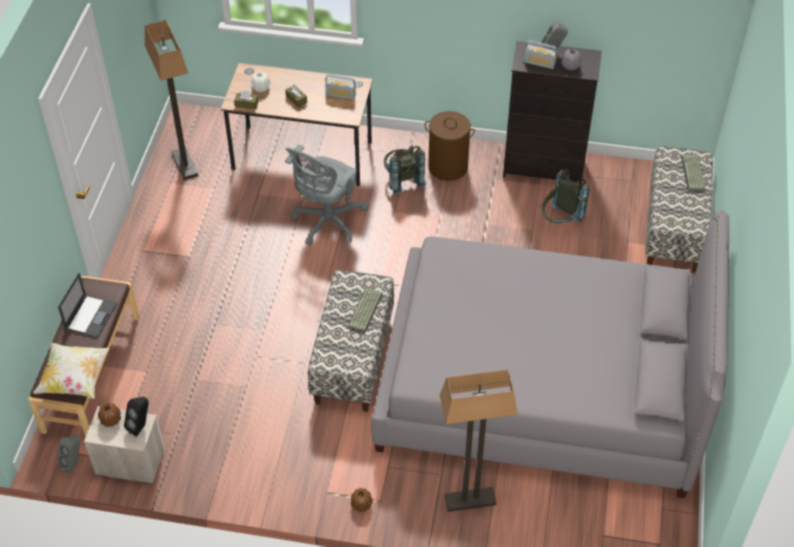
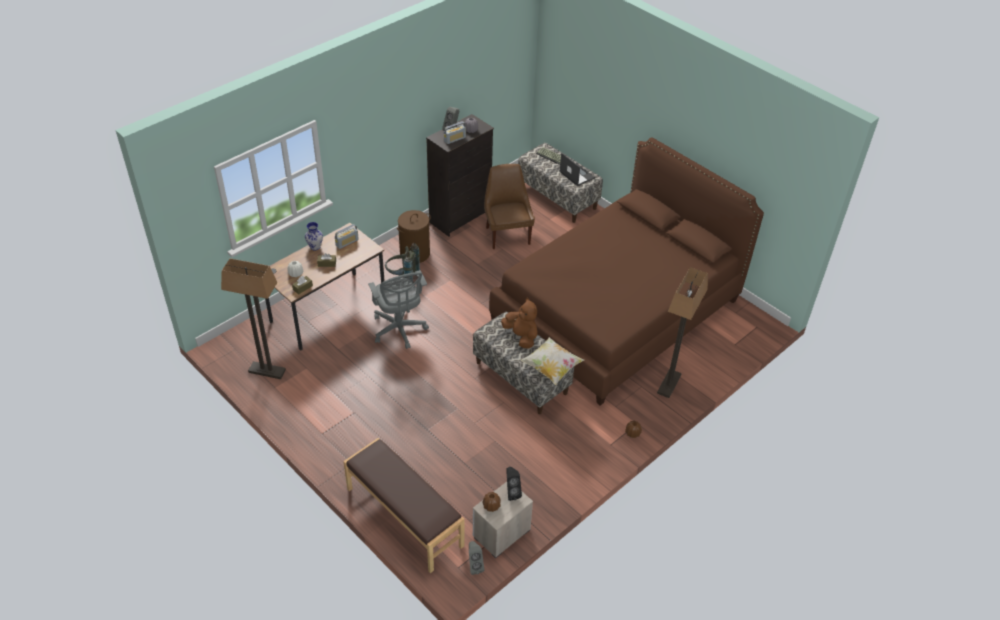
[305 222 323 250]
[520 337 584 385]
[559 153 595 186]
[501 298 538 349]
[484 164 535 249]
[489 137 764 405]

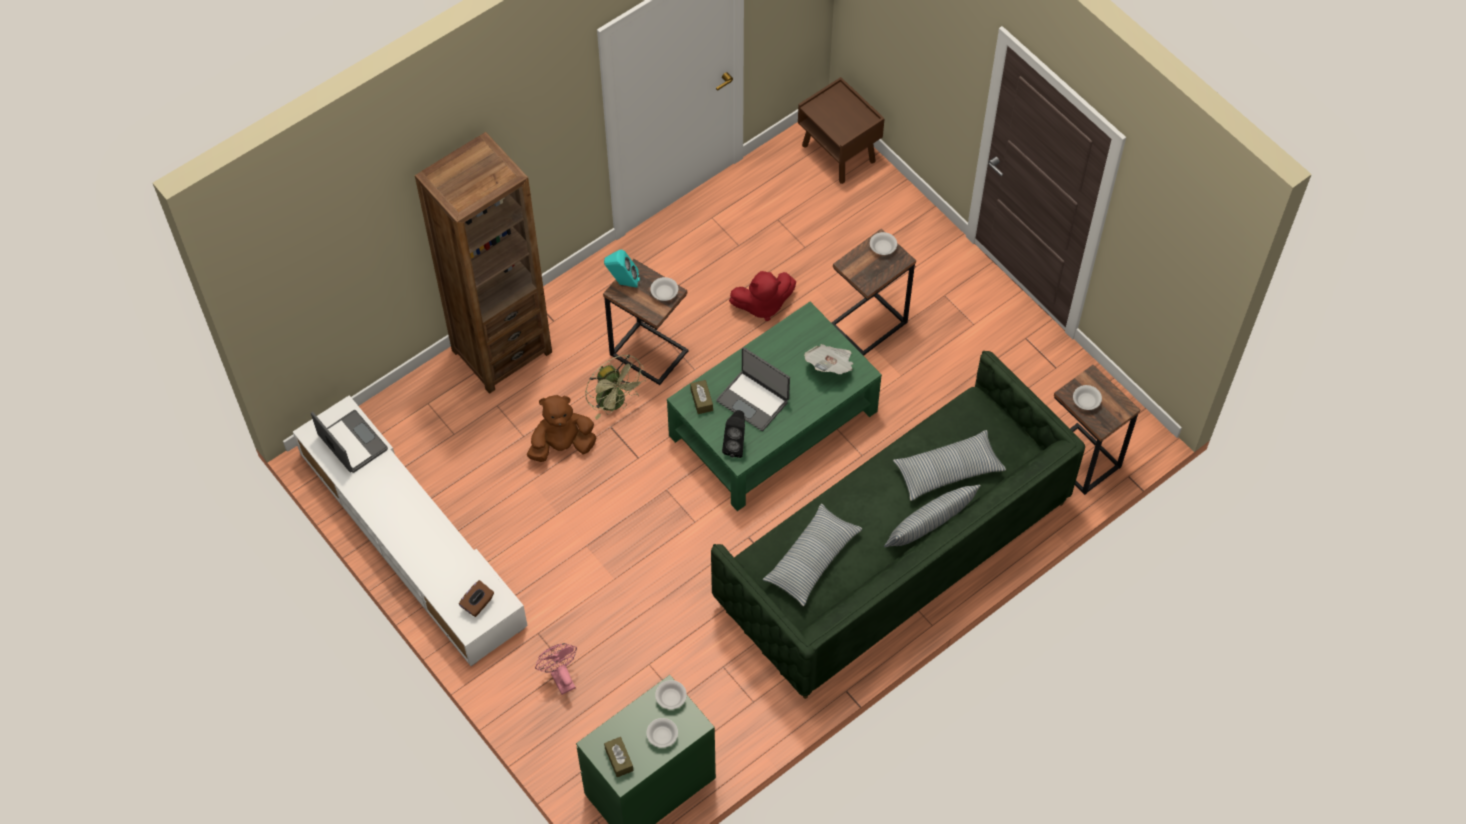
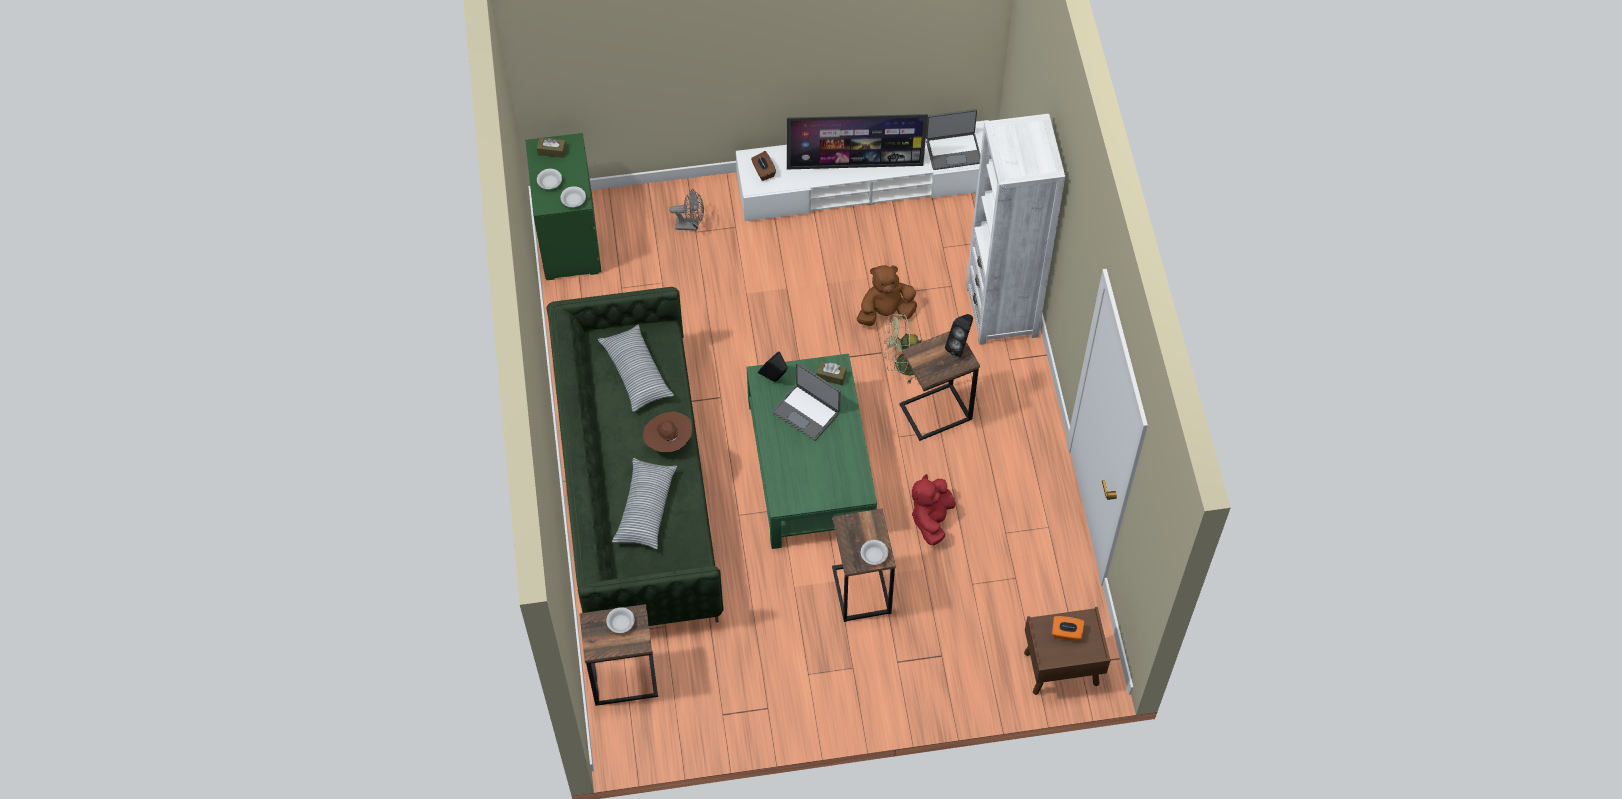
[650 277 678 301] (first image)
[804 344 853 374] (first image)
[884 485 981 547] (first image)
[643 411 692 452]
[787 114 928 169]
[1052 616 1084 641]
[966 114 1065 345]
[669 189 704 231]
[945 314 973 358]
[857 265 917 326]
[772 363 841 441]

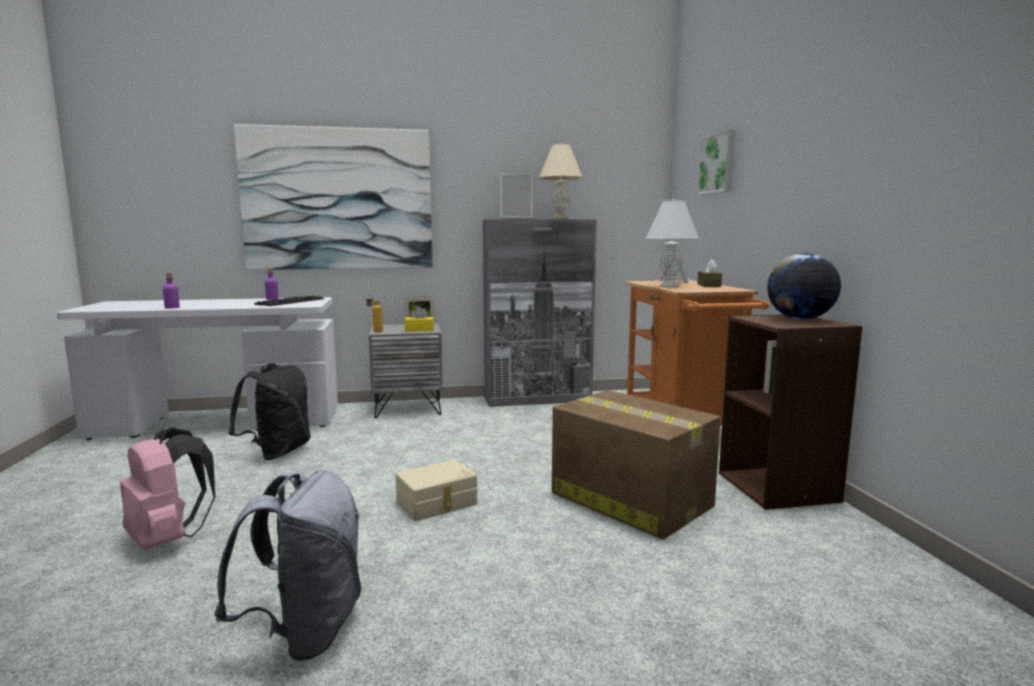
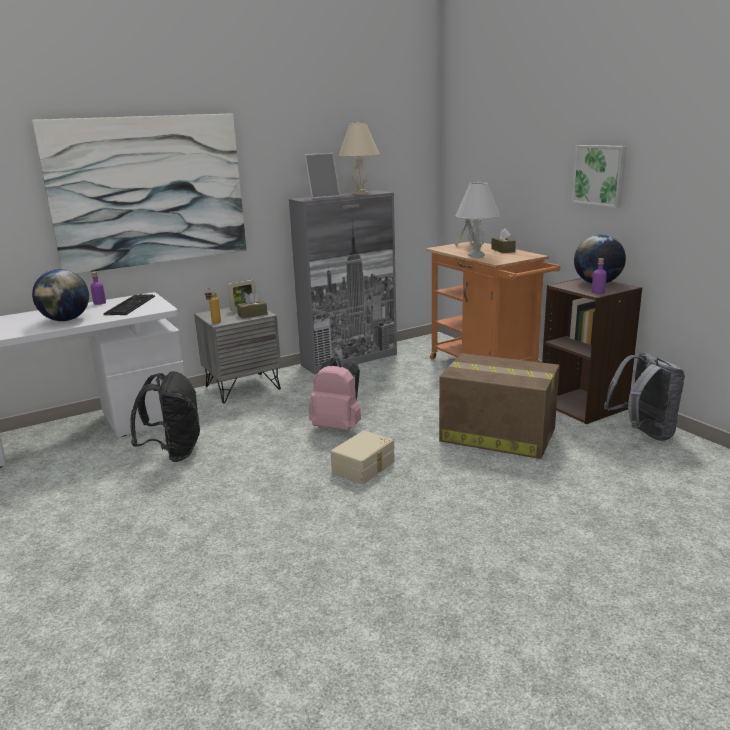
[32 269 89 321]
[309 358 361 431]
[592 258 607 294]
[604 353 685 441]
[572 145 627 208]
[237 293 268 319]

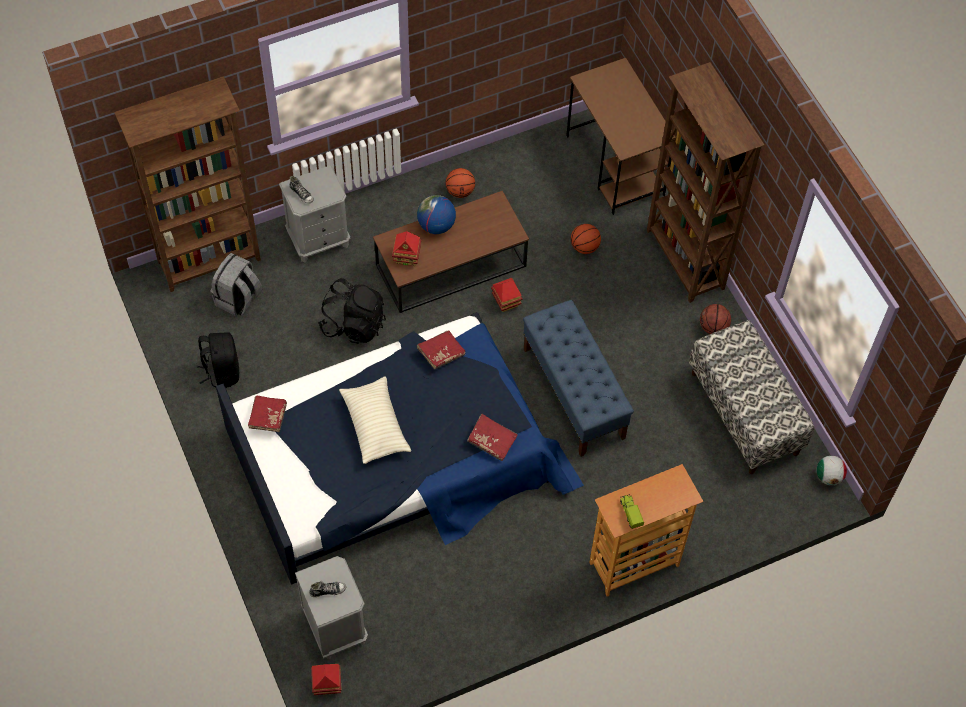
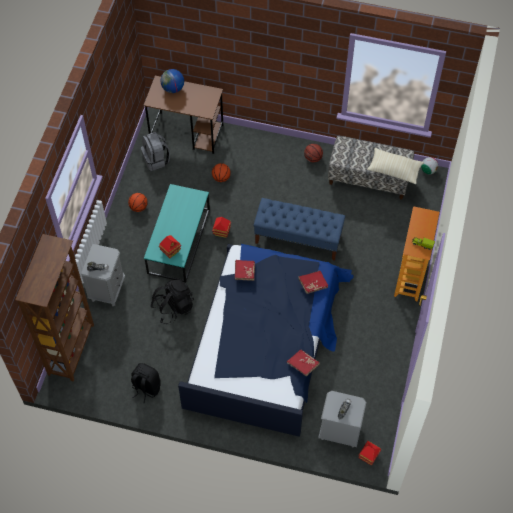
[647 62 764 303] (first image)
[141 132 170 171]
[287 350 320 377]
[367 148 424 184]
[160 69 184 93]
[144 184 210 282]

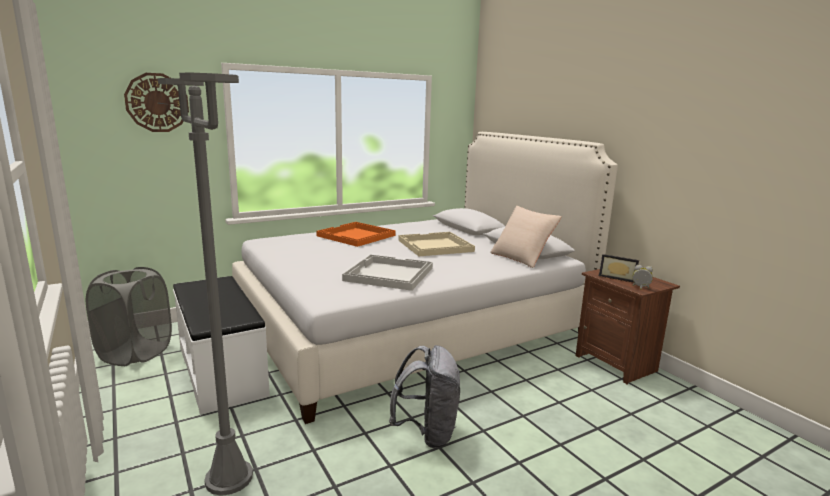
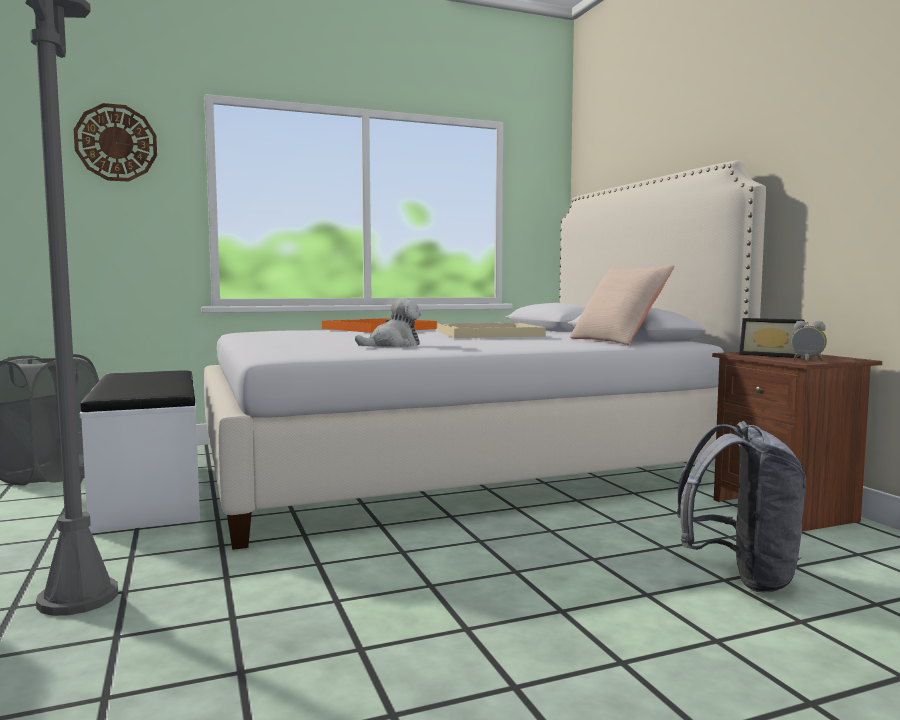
[677 421 806 593]
[355 298 421 347]

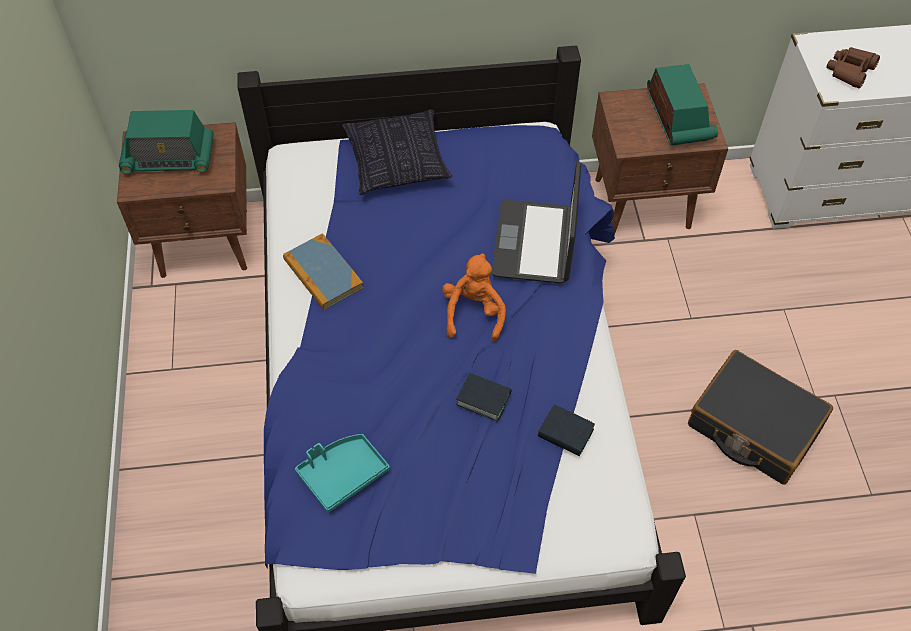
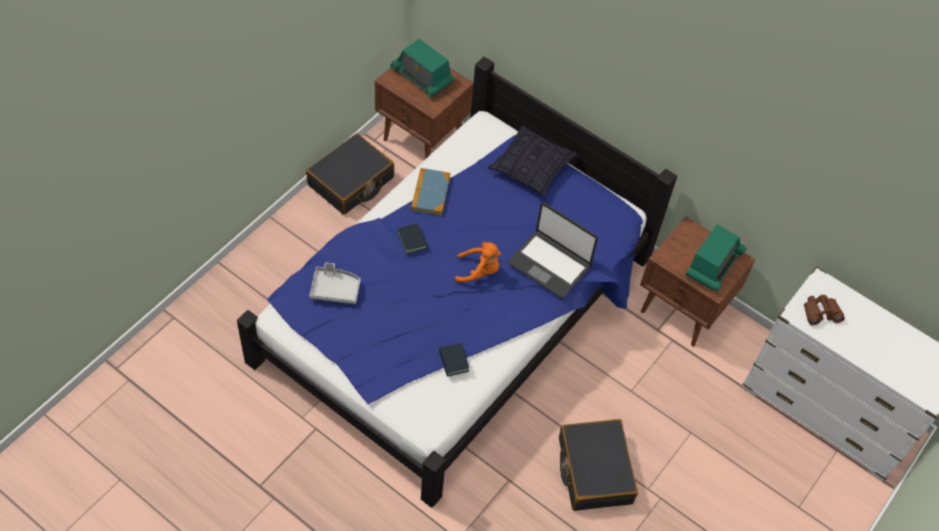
[306 133 394 215]
[398 223 428 255]
[309 263 360 304]
[455 242 501 283]
[508 202 598 298]

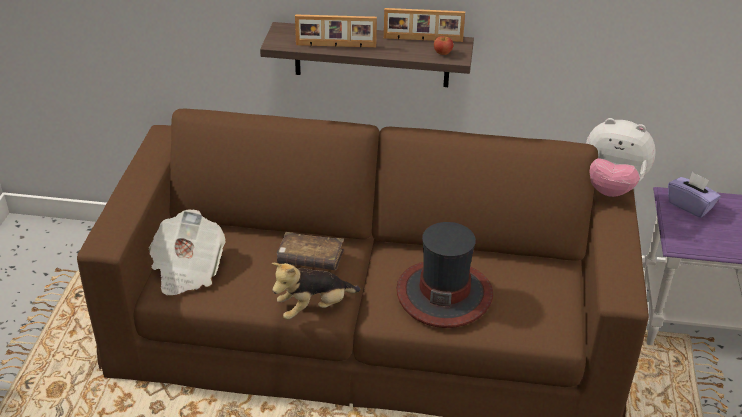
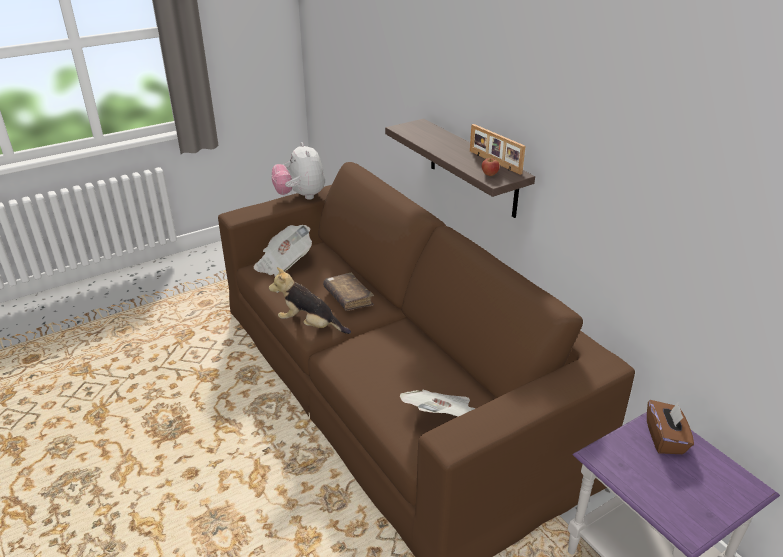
[295 14 377 47] (first image)
[397 222 493 328] (first image)
[400 390 475 417]
[272 142 325 200]
[647 400 694 454]

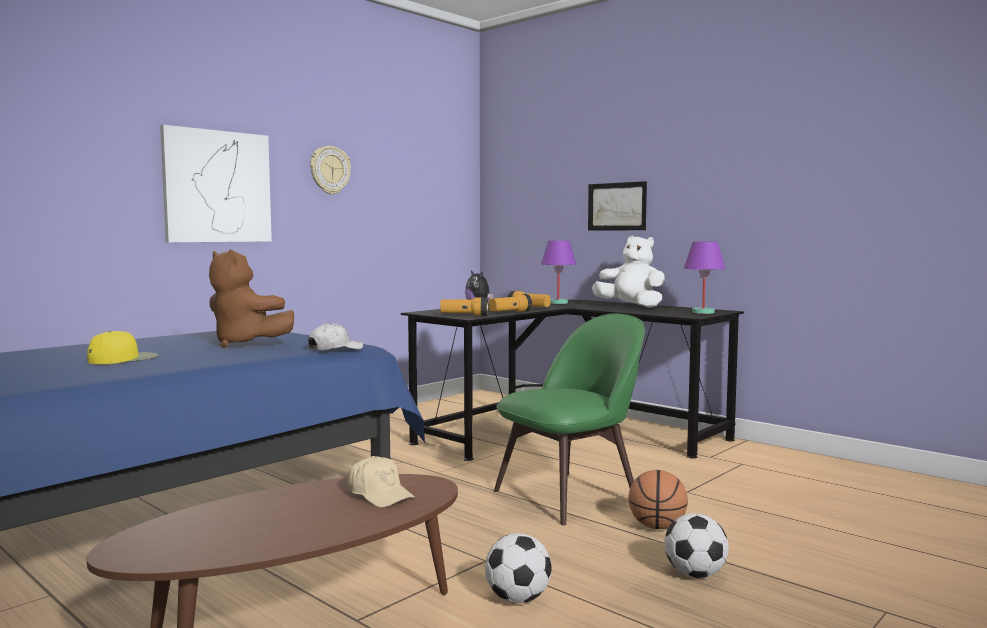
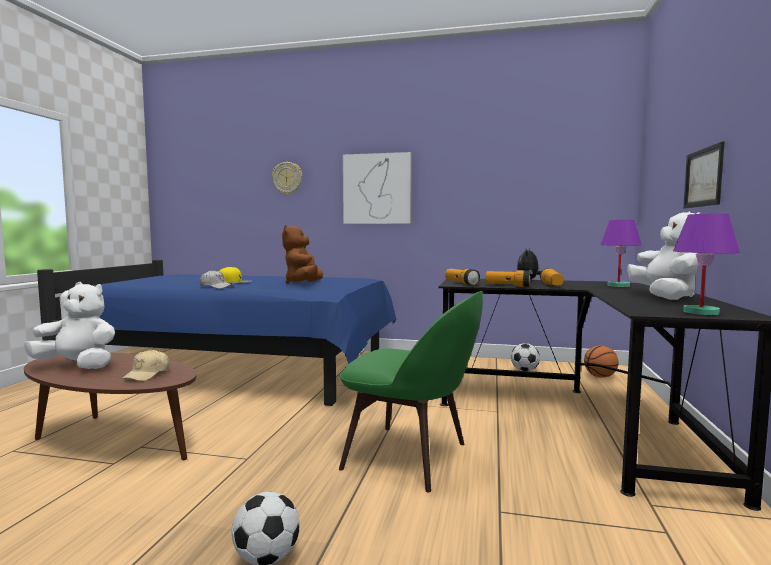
[24 282 115 369]
[199 270 234 289]
[272 162 302 195]
[511 343 540 371]
[584 345 619 377]

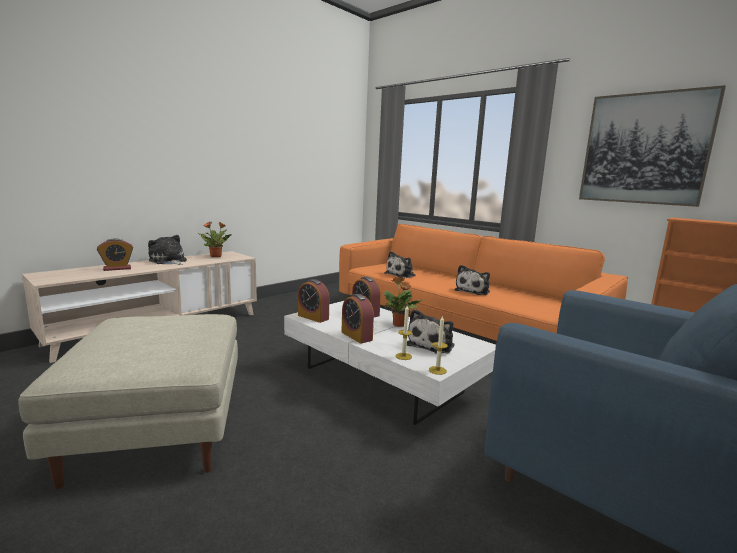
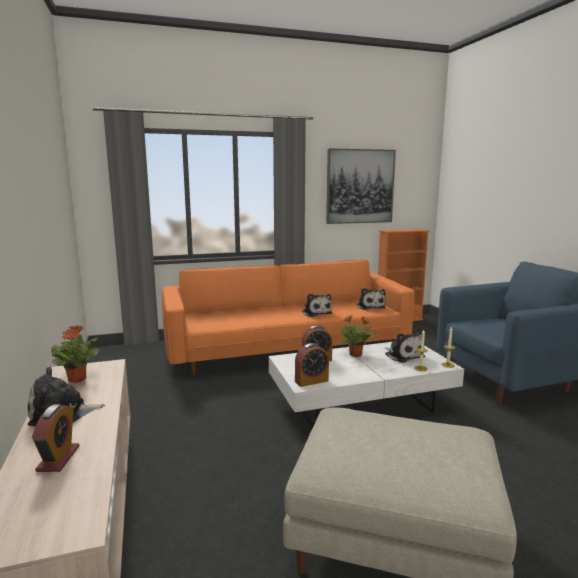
[341 294 374 344] (first image)
[356 288 386 310]

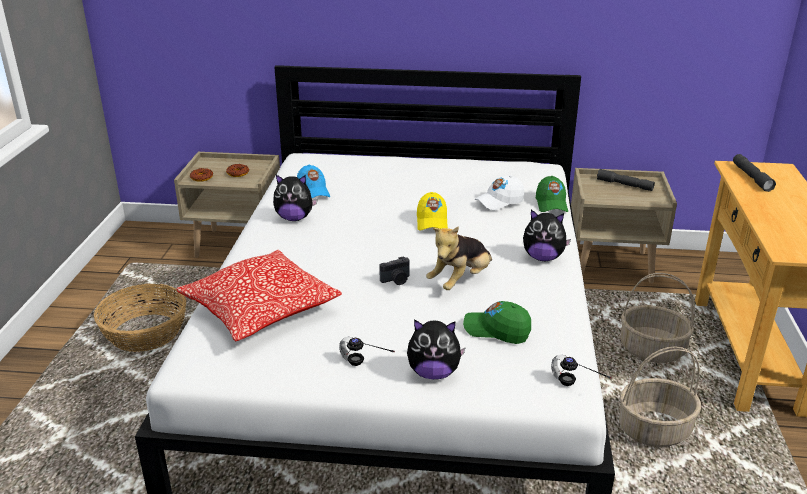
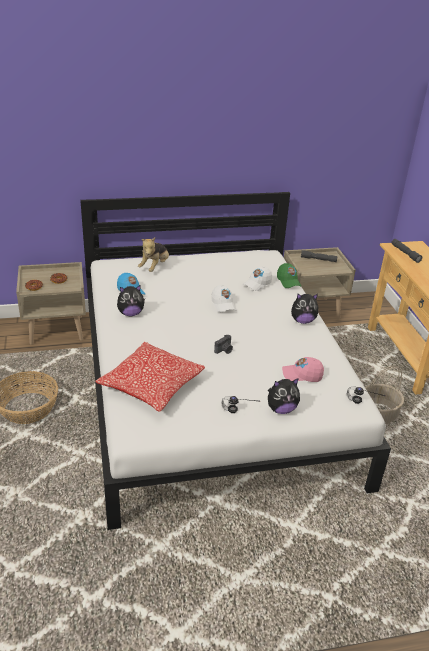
[621 273 695 363] (first image)
[138 237 169 272]
[212 285 237 312]
[282 357 324 382]

